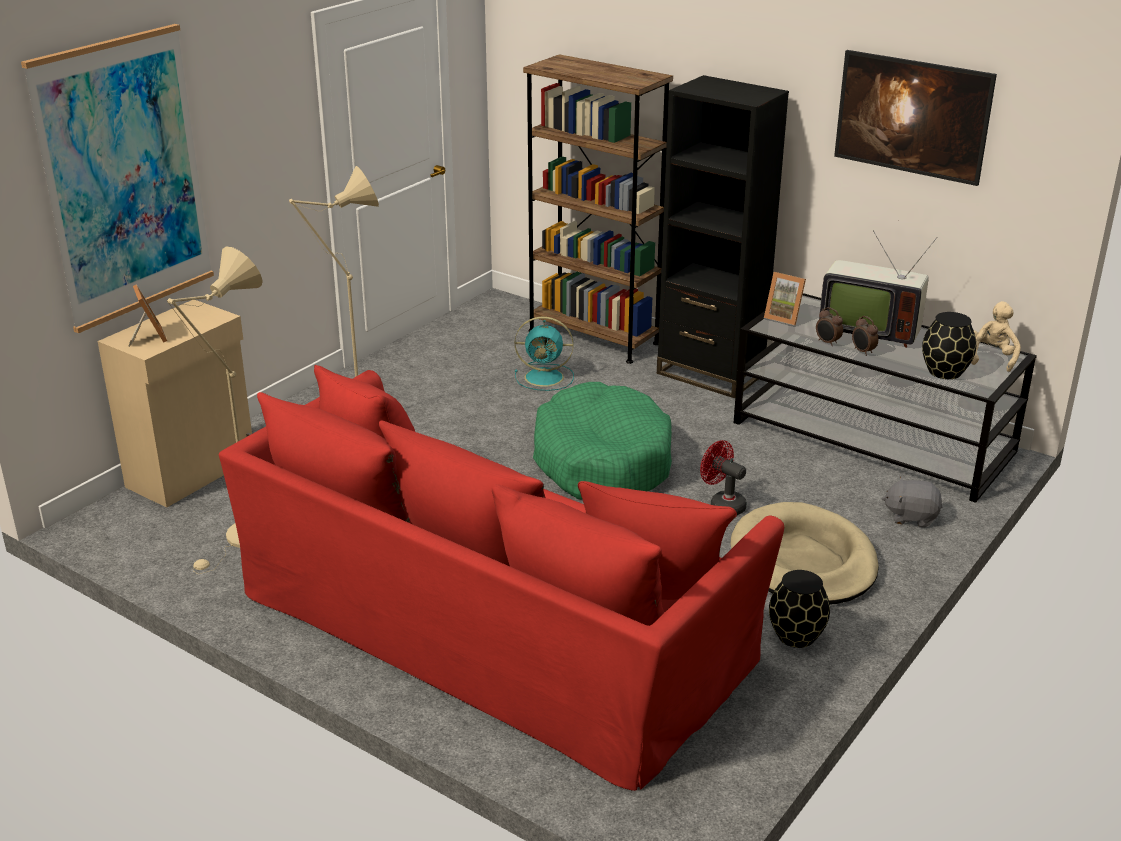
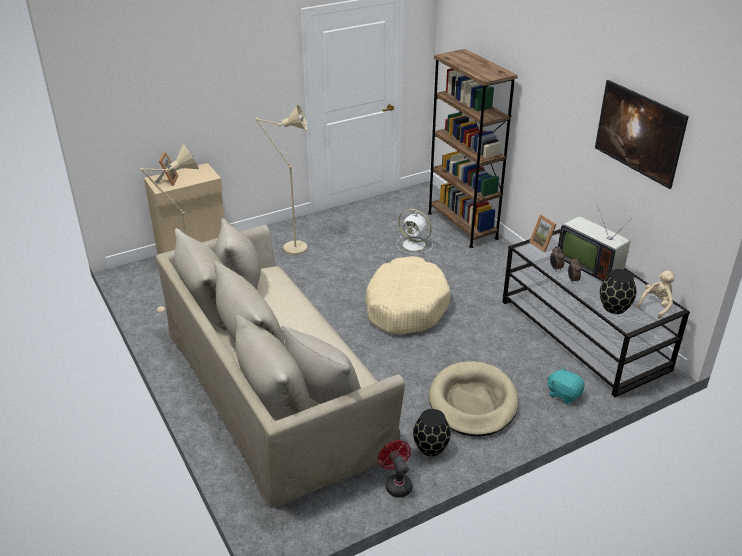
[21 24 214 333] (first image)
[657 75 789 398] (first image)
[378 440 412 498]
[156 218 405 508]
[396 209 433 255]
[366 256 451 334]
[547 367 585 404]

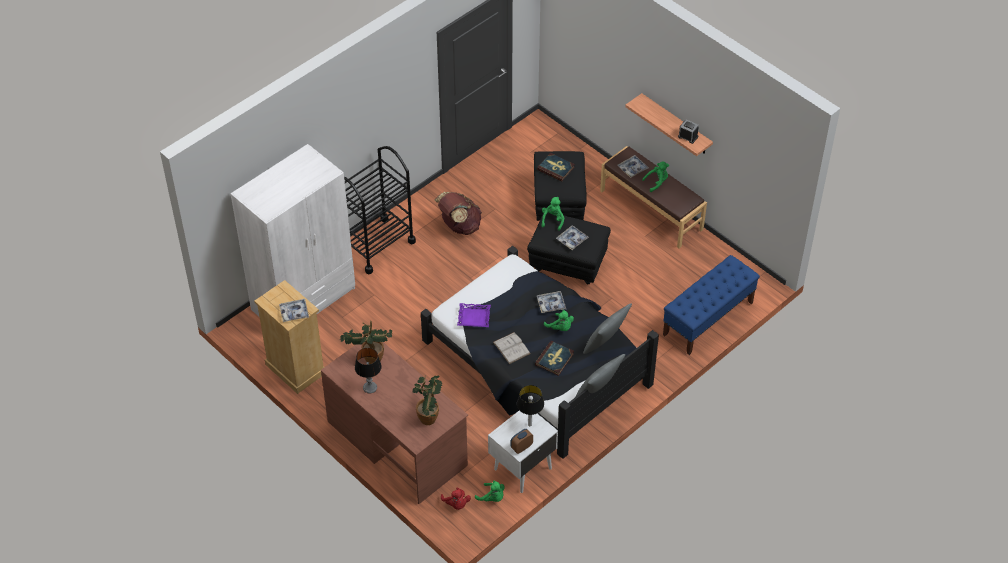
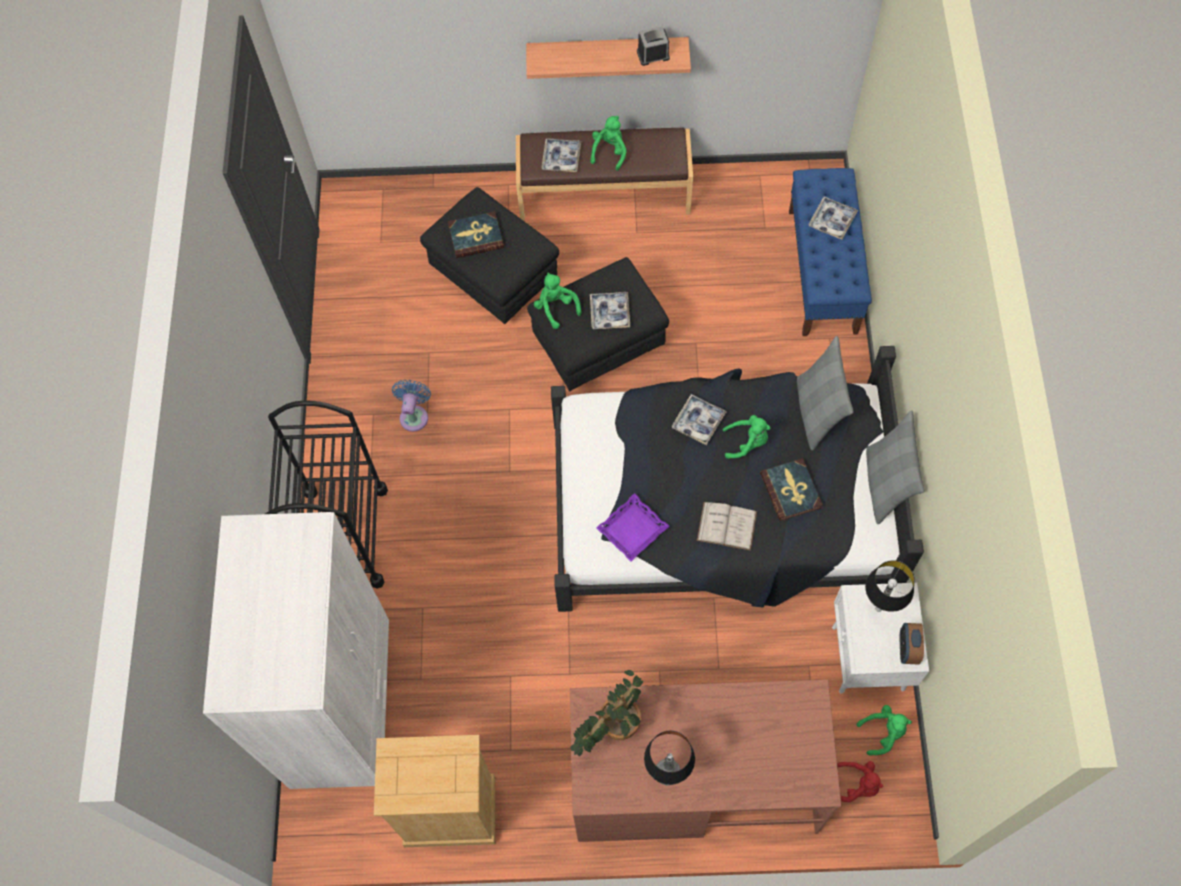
[413 376 442 425] (first image)
[809 196 858 240]
[392 380 431 432]

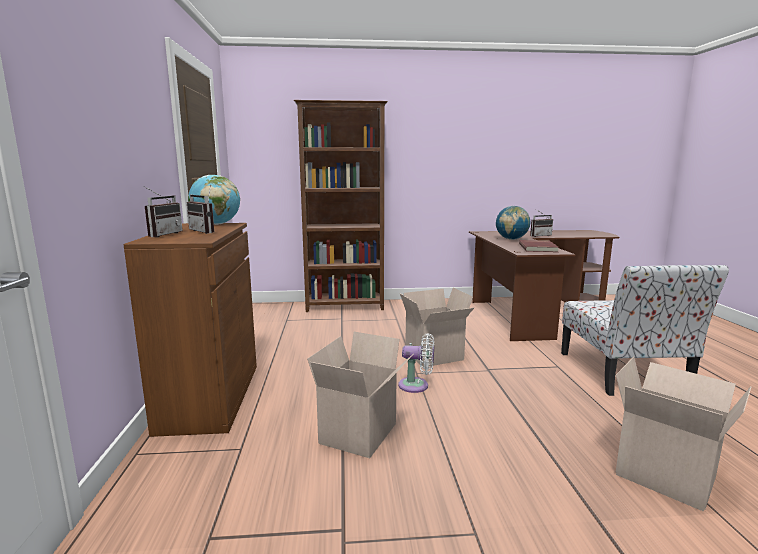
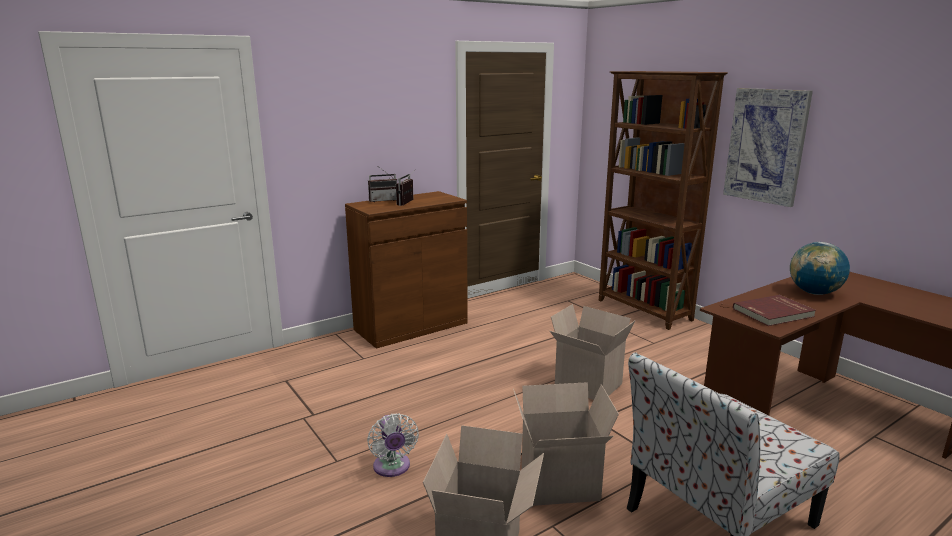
[188 175 240 225] (first image)
[530 210 553 237] (first image)
[723 88 813 207]
[513 382 619 506]
[367 413 419 477]

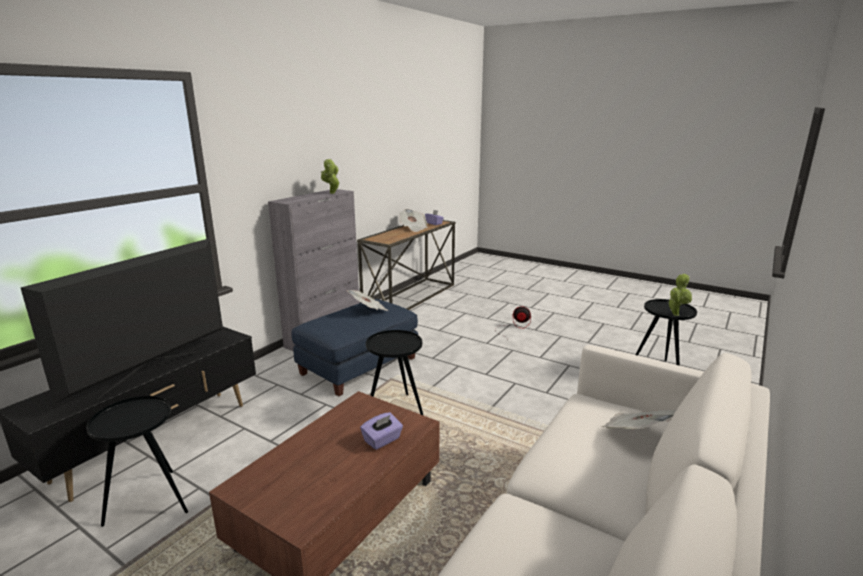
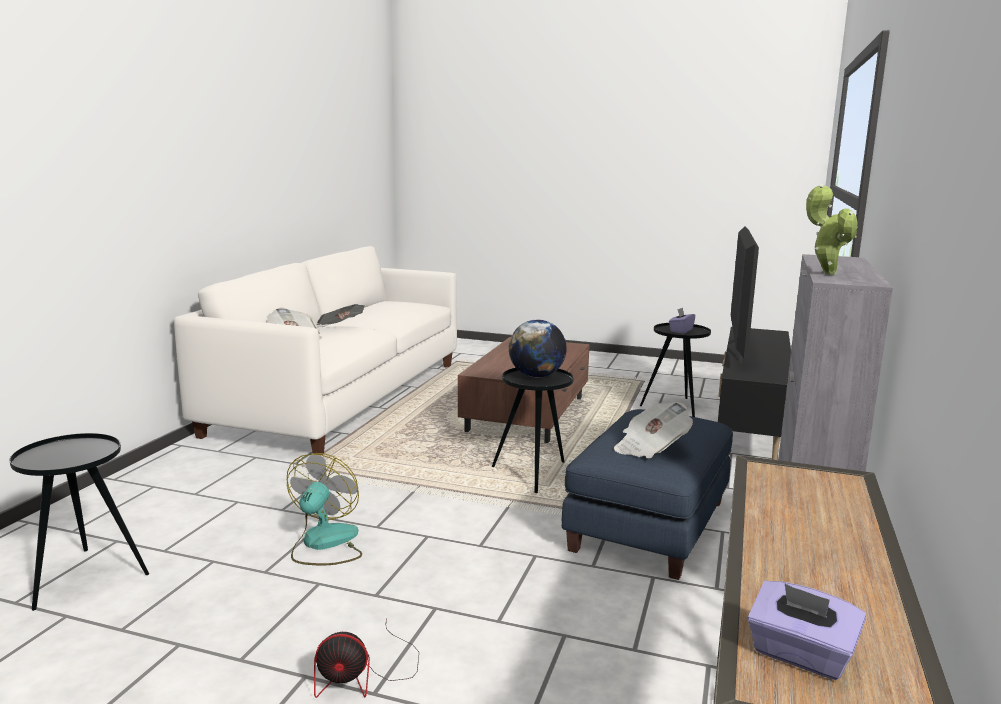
[668 274 692 316] (first image)
[287 453 362 566]
[509 320 567 377]
[669 308 696 334]
[316 304 365 325]

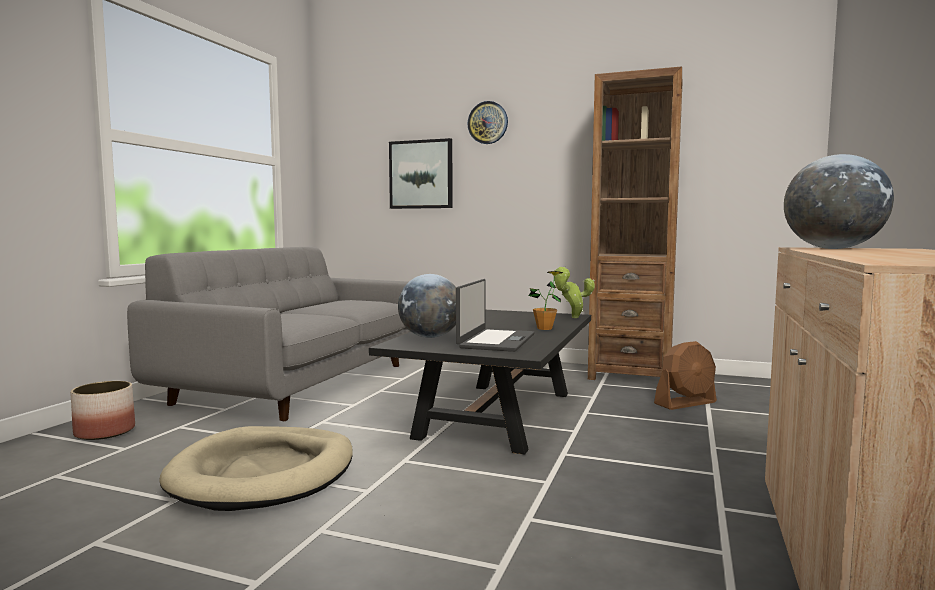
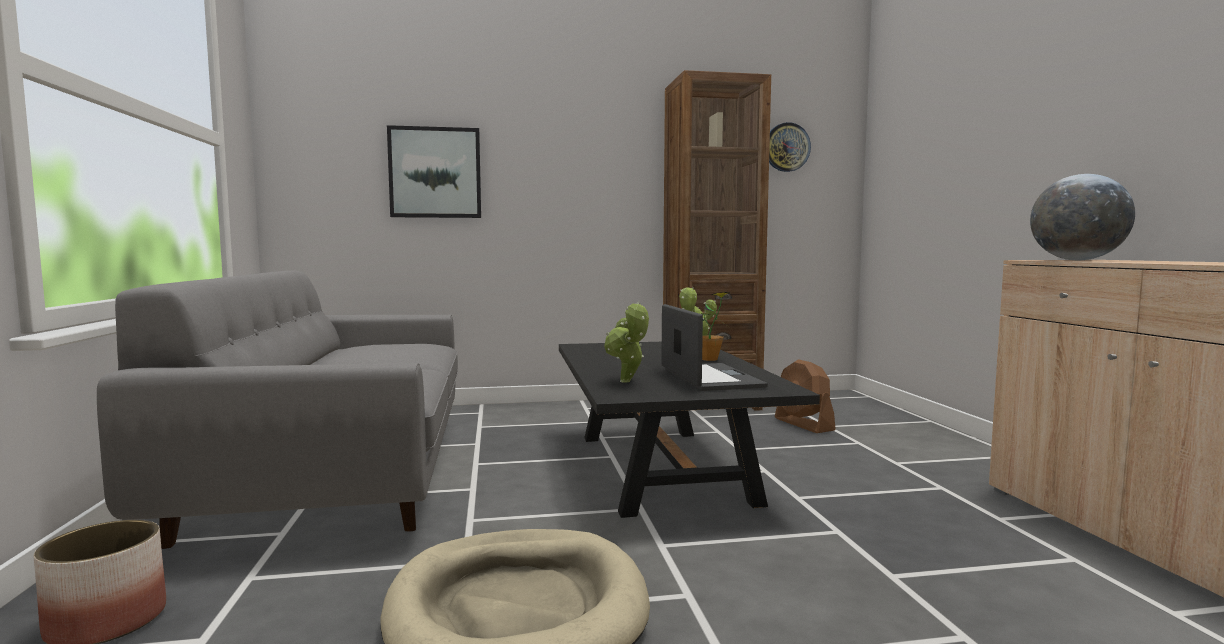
[769 122 811 172]
[604 302 649 383]
[775 359 836 433]

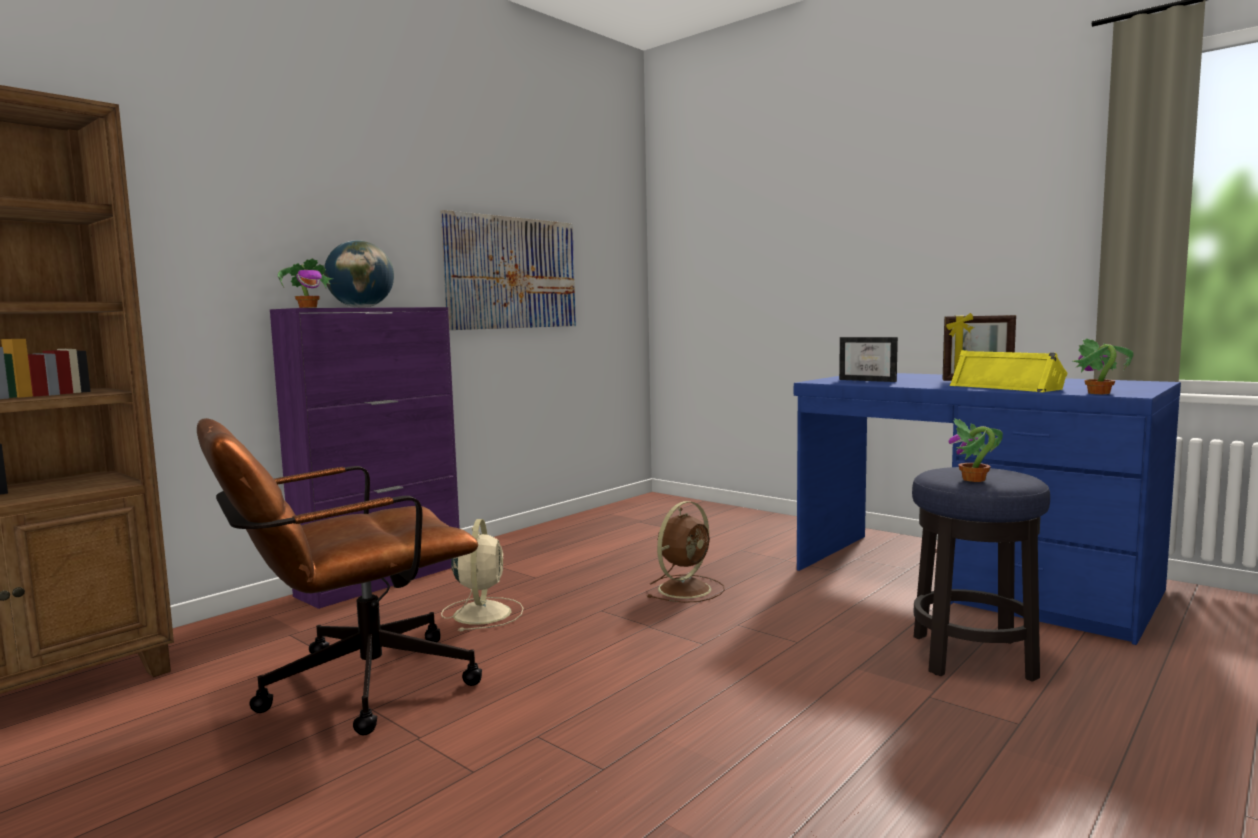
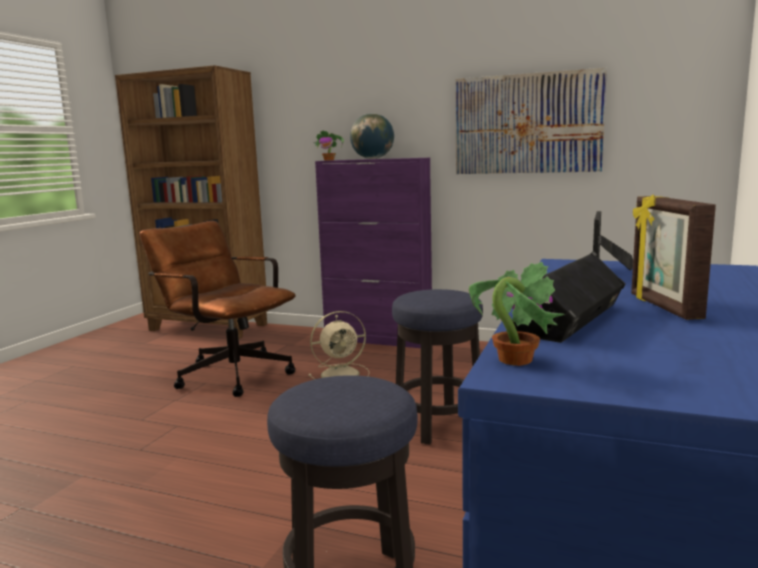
[949 419 1003 482] (first image)
[392 289 483 445]
[513 251 626 343]

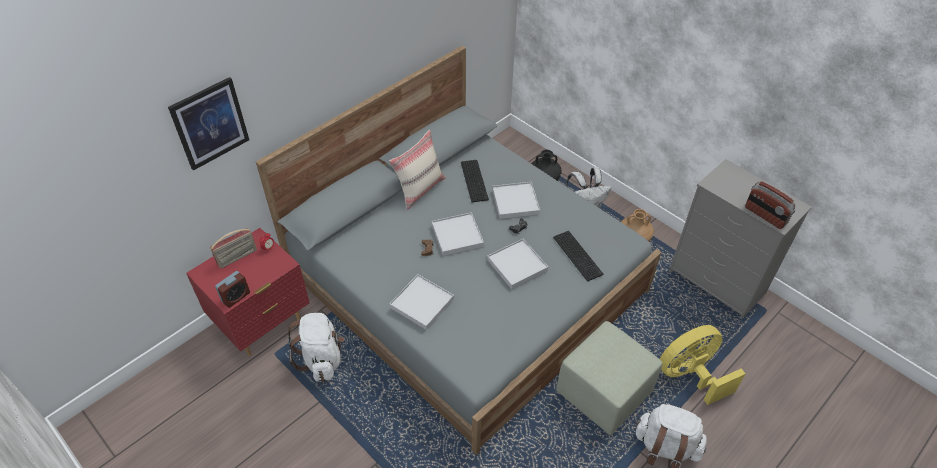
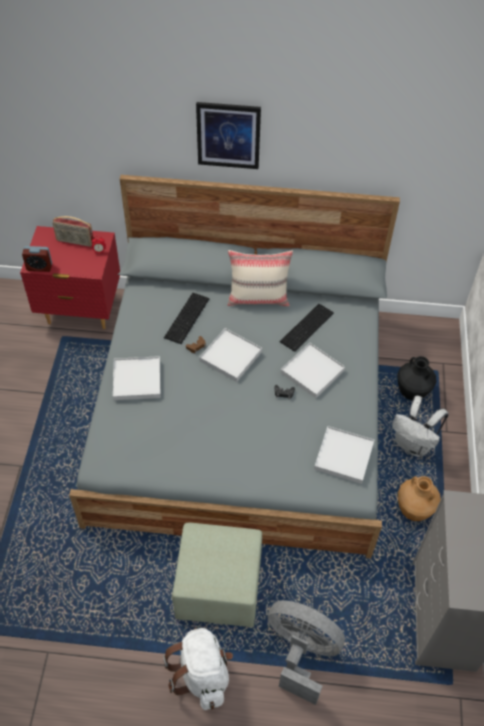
[287 313 345 382] (first image)
[745 181 795 229] (first image)
[196 102 261 169]
[314 426 374 484]
[164 293 209 344]
[268 600 345 705]

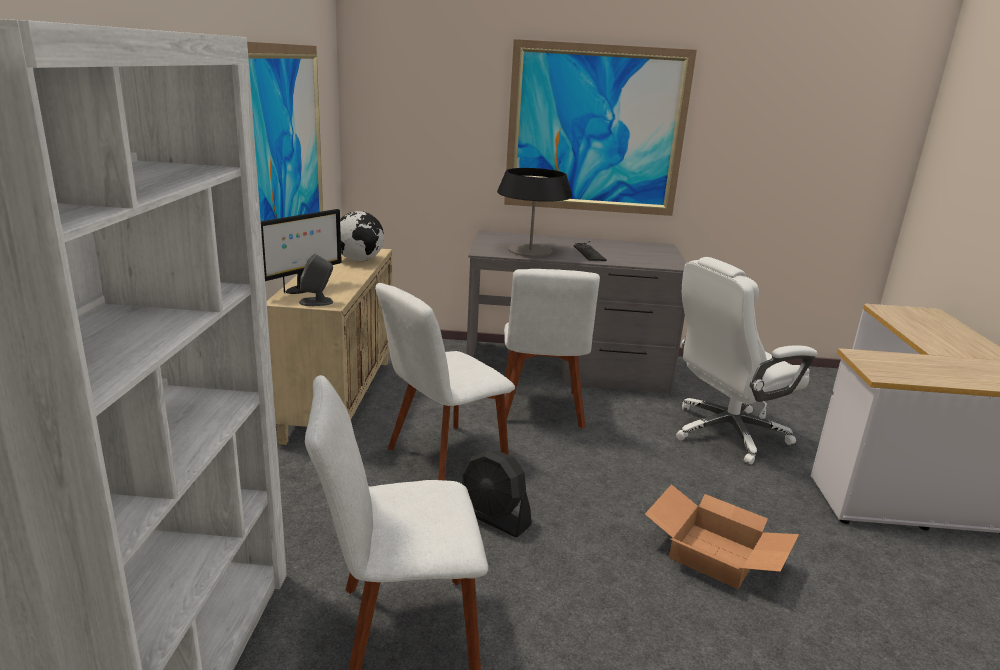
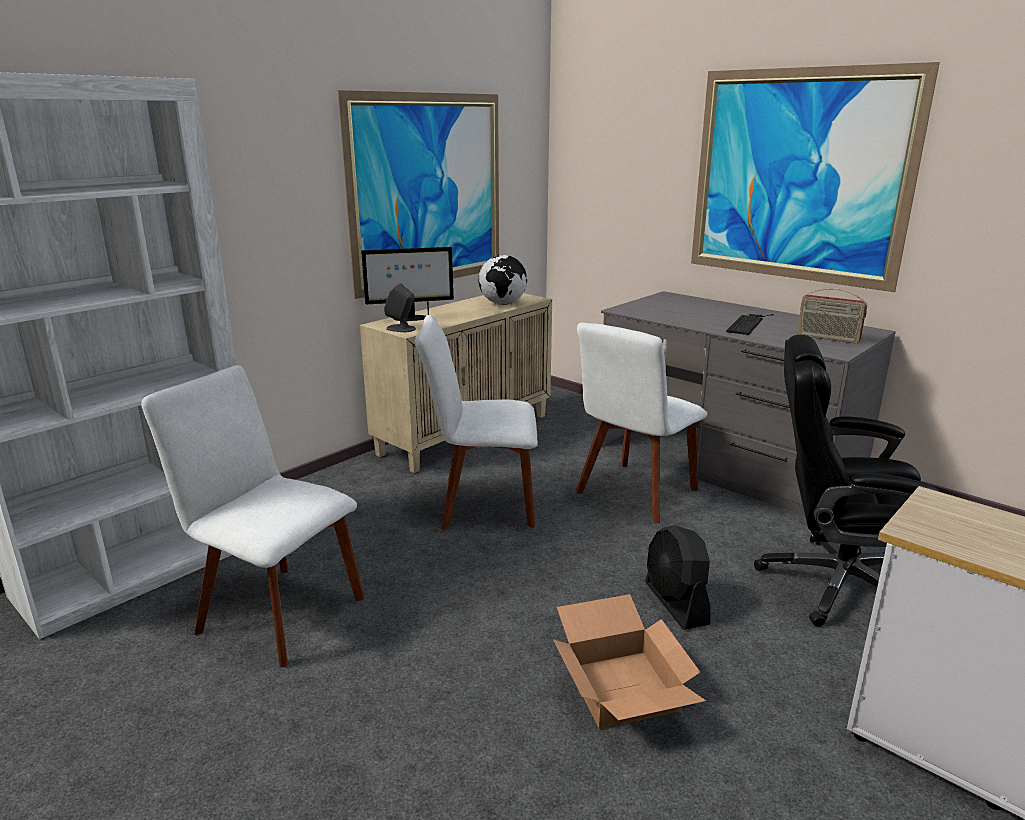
[497 168 572 257] (first image)
[797 288 867 344]
[645 525 710 630]
[754 335 940 627]

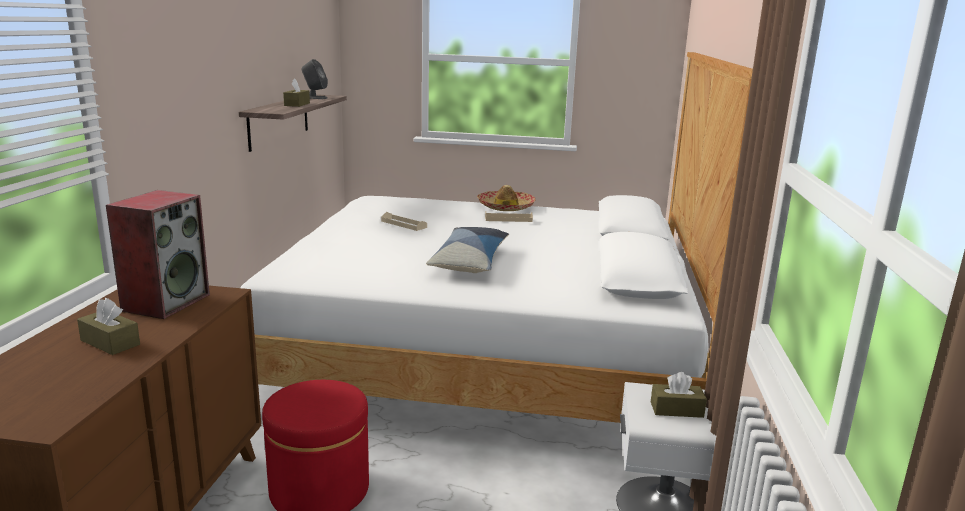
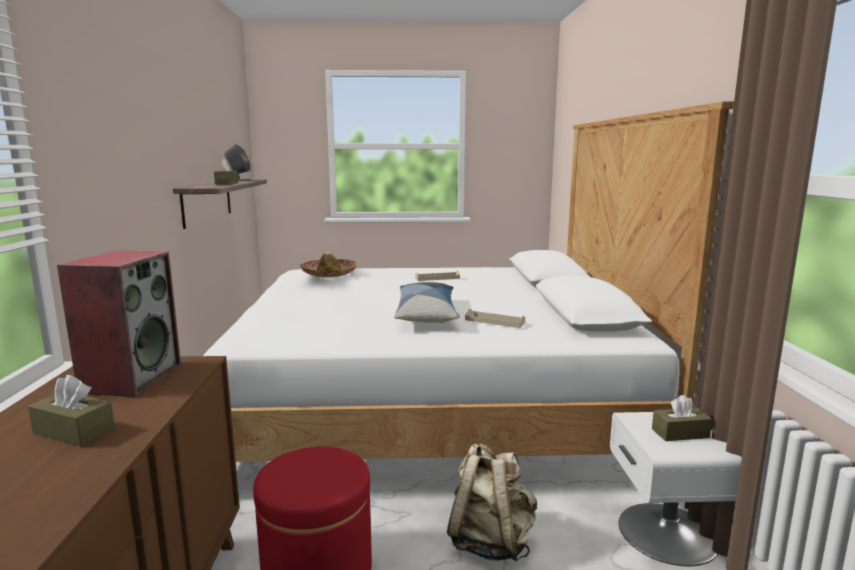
[447 443 537 561]
[465 308 526 328]
[299 252 357 277]

